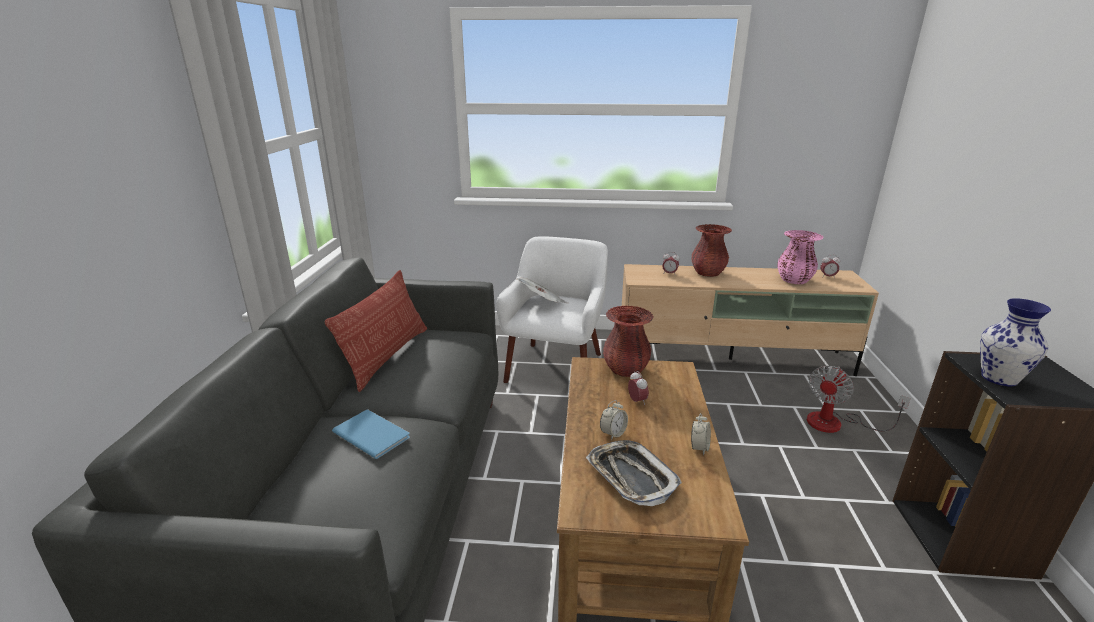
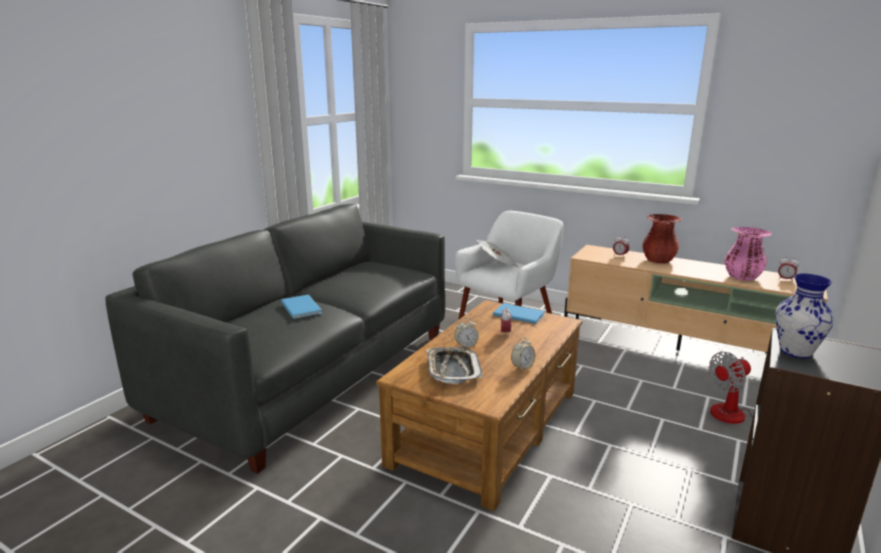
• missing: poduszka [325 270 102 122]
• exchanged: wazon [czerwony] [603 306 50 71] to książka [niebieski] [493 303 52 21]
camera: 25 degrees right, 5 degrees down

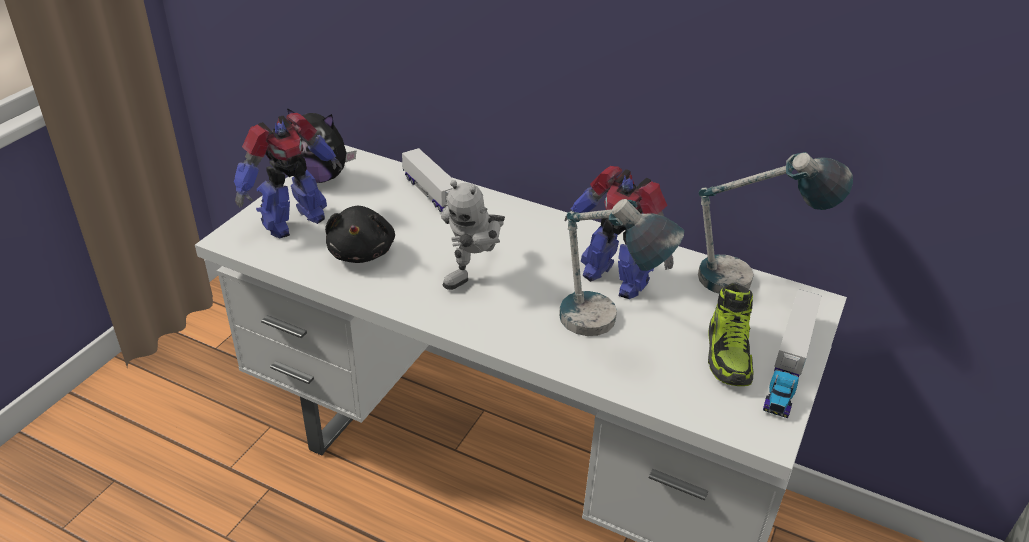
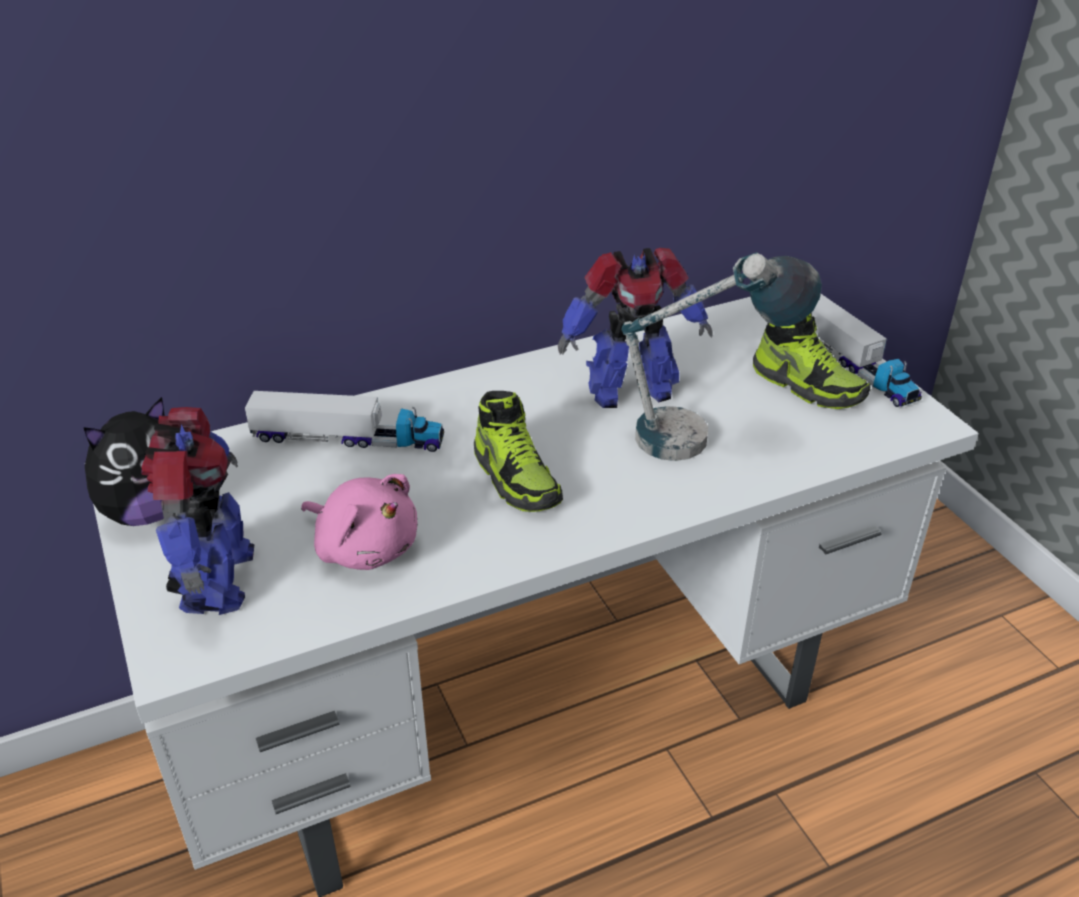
• missing: lampa stołowa [698 152 155 142]
• exchanged: robot zabawkowy [441 180 64 110] to but [474 391 89 121]
• colour: pluszak [czarny] [325 206 70 57] to pluszak [różowy] [301 474 117 96]
camera: 50 degrees left, 0 degrees up

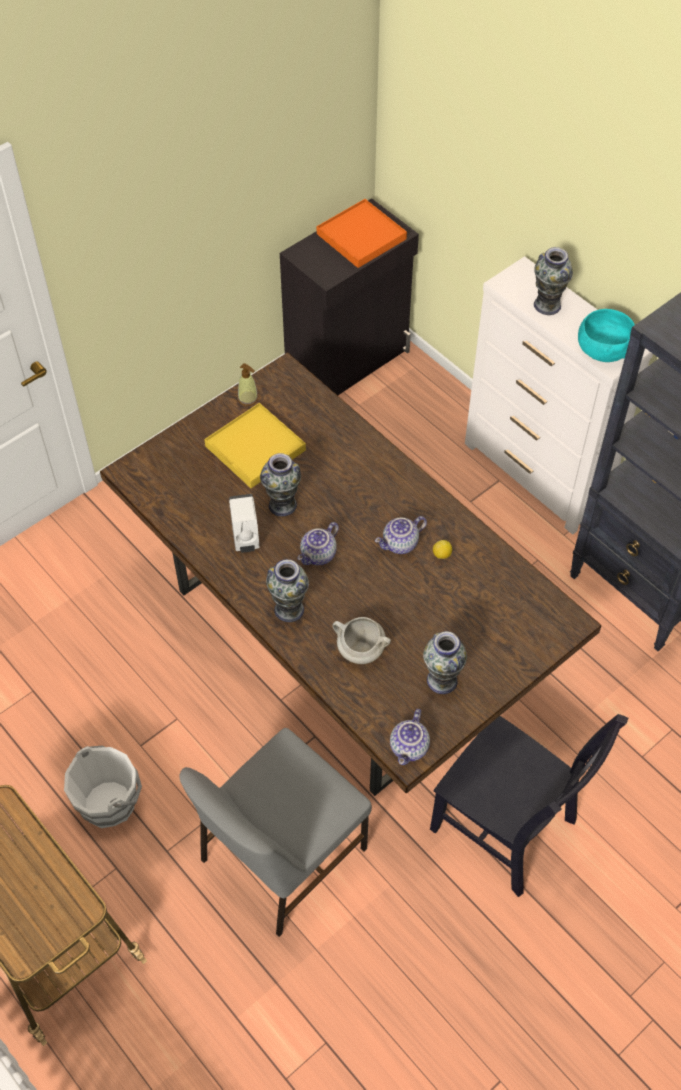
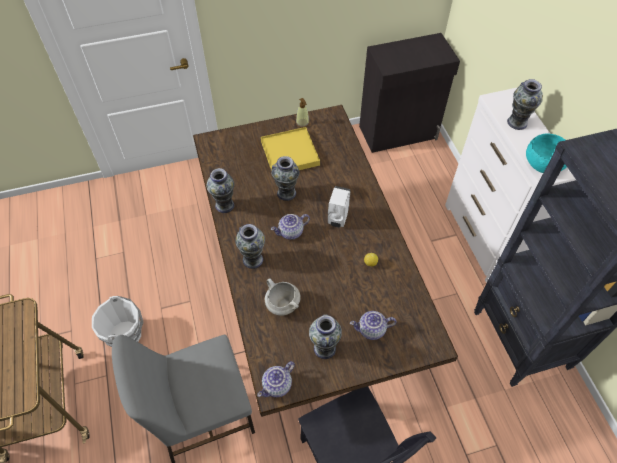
• missing: taca [pomarańczowy] [317 199 90 69]
• relocated: dozownik mydła [biały] [229 494 30 58] to [328 186 23 42]
• relocated: imbryk [375 516 52 38] to [350 311 47 29]
• appeared: wazon [207 168 27 45]
camera: 25 degrees right, 0 degrees up

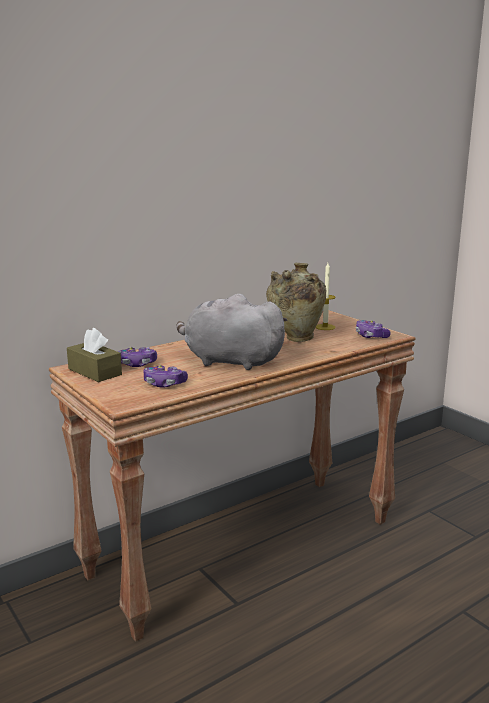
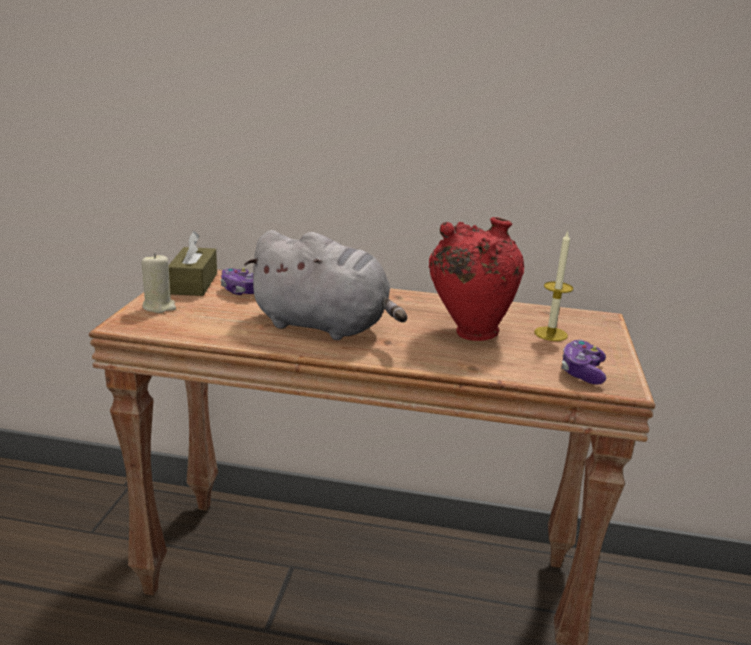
• colour: wazon [beżowy] [266 263 60 79] to wazon [czerwony] [429 217 95 124]
• spun: pluszak [szary] [176 294 111 76] = [244 230 163 110] 135 degrees clockwise
• missing: pad do gier [143 365 45 23]
• appeared: świeca [beżowy] [141 253 35 60]
camera: 45 degrees right, 5 degrees up

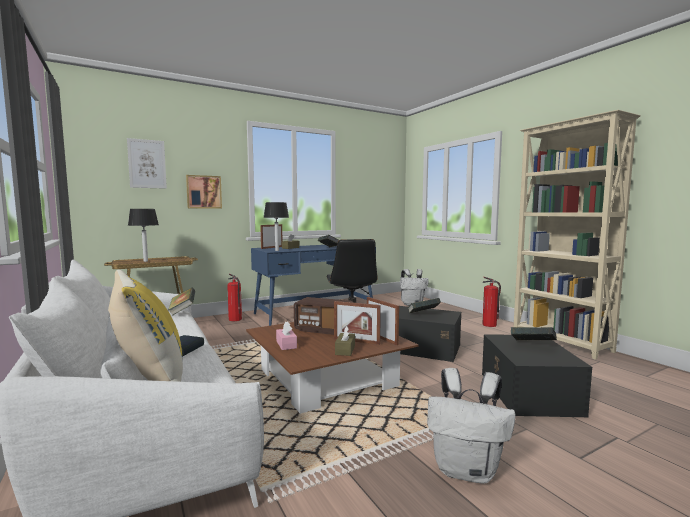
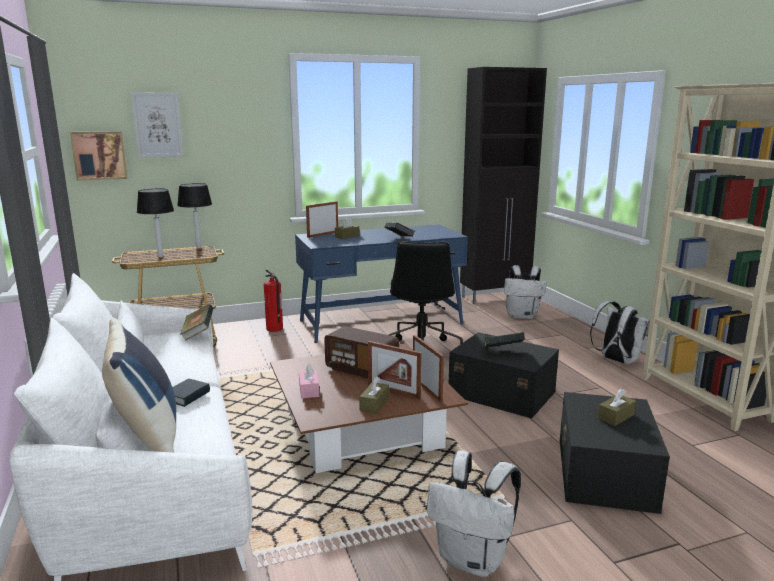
• relocated: obraz [186 175 36 34] to [70 131 58 50]
• relocated: lampa stołowa [263 202 26 49] to [177 183 35 65]
• colour: poduszka [żółty] [108 269 75 113] to poduszka [niebieski] [102 318 74 135]
• exchanged: gaśnica [482 277 19 50] to plecak [biały] [590 301 60 63]
• exchanged: książka [511 327 46 14] to pudełko chusteczek [brązowy] [597 389 39 37]
• appeared: szafka [czarny] [460 67 87 237]
camera: 10 degrees right, 10 degrees up

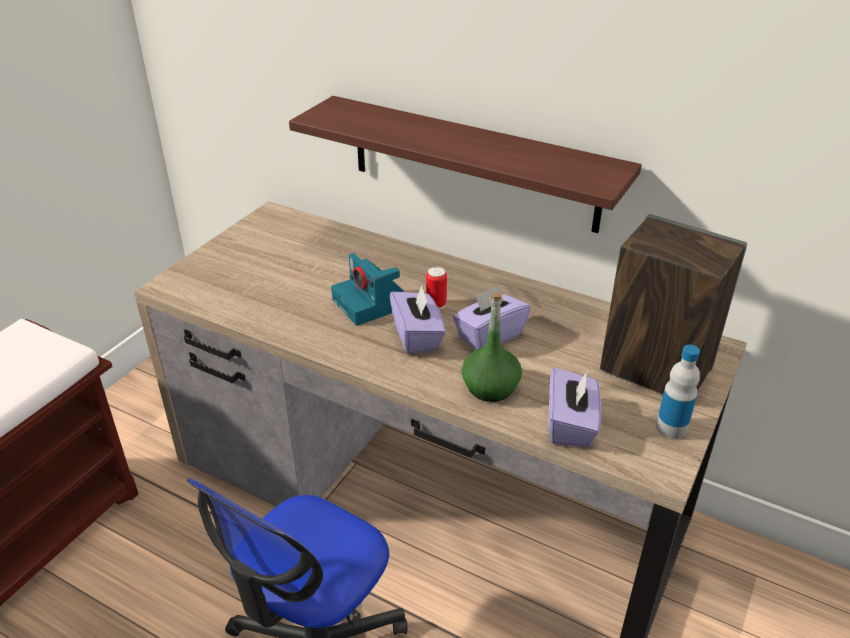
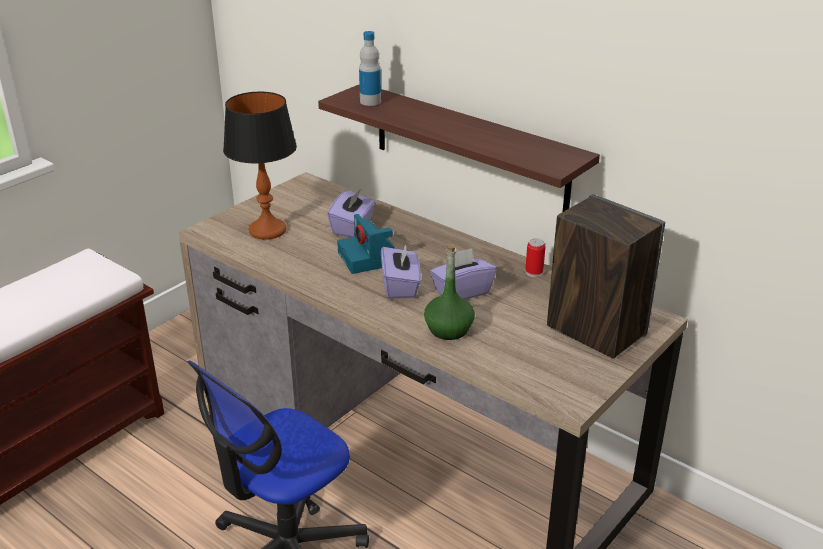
• relocated: puszka [426 267 21 43] to [525 239 21 38]
• relocated: butelka [656 345 44 94] to [359 31 22 75]
• relocated: pudełko chusteczek [fioletowy] [549 368 52 79] to [327 189 48 49]
• appeared: lampa stołowa [223 92 74 148]
camera: 10 degrees right, 5 degrees down

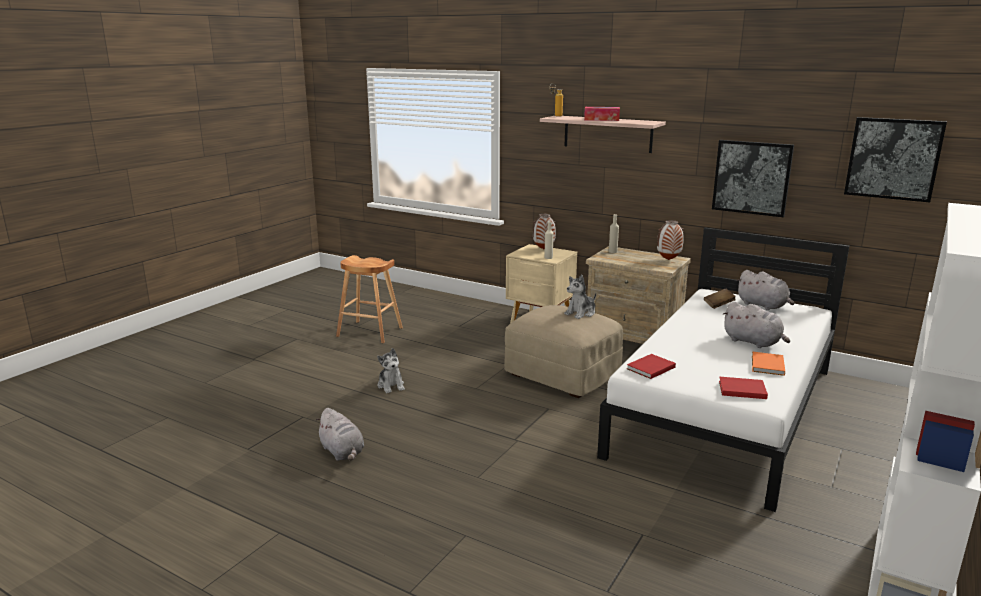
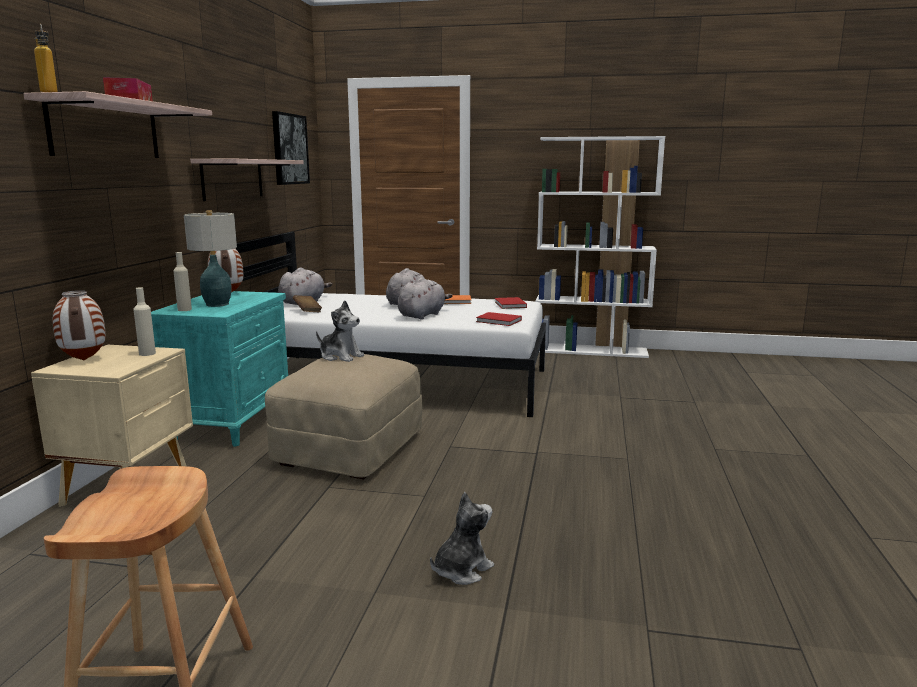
• exchanged: obraz [712 140 82 77] to półka [190 159 114 42]
• colour: szafka nocna [beżowy] [586 246 105 98] to szafka nocna [turkusowy] [151 291 137 155]
• relocated: pluszak [szary] [315 408 49 53] to [398 277 55 43]
• appeared: lampa stołowa [184 210 53 97]
camera: 110 degrees left, 5 degrees down

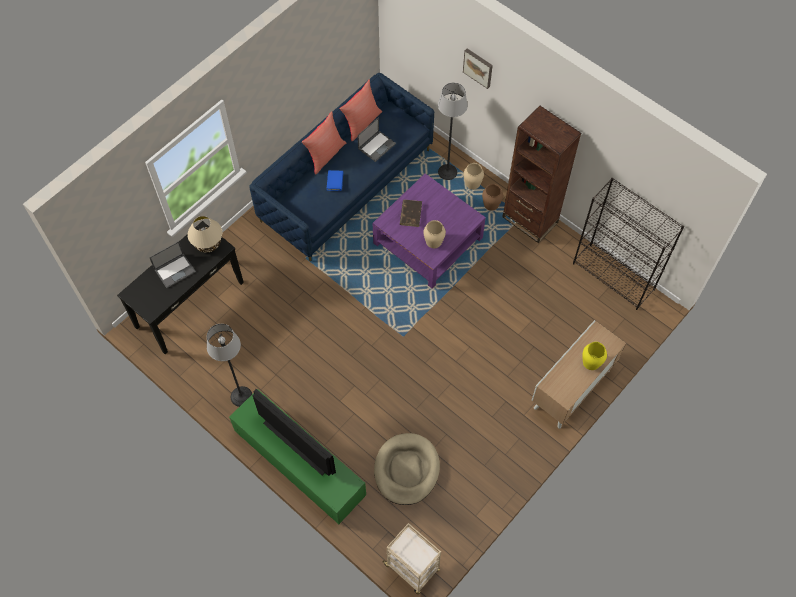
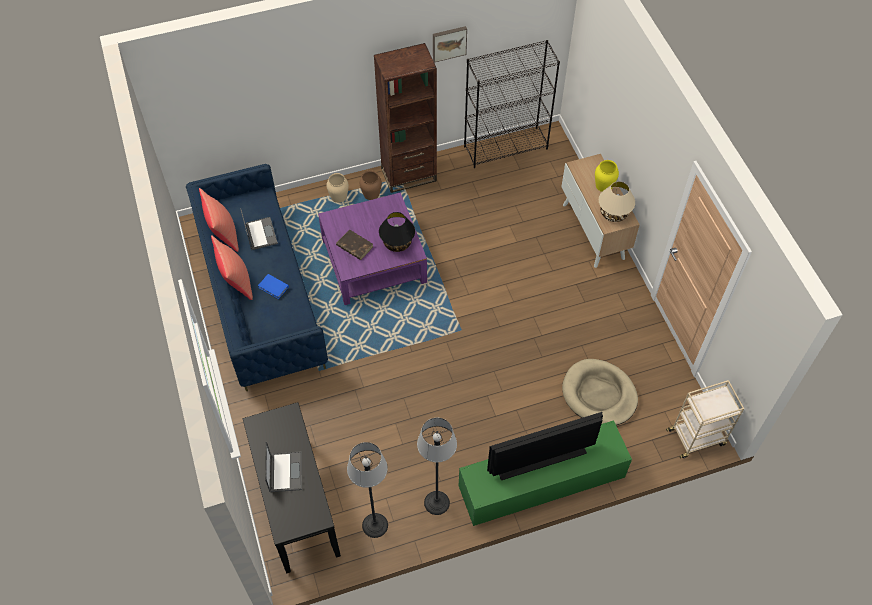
• relocated: obraz [463 48 30 41] to [433 26 34 36]
• relocated: lampa stojąca [438 83 30 97] to [347 442 41 96]
• relocated: lampa stołowa [beżowy] [187 216 35 37] to [599 181 36 41]
• exchanged: wazon [beżowy] [424 220 22 28] to lampa stołowa [czarny] [379 212 36 40]
camera: 60 degrees left, 5 degrees down

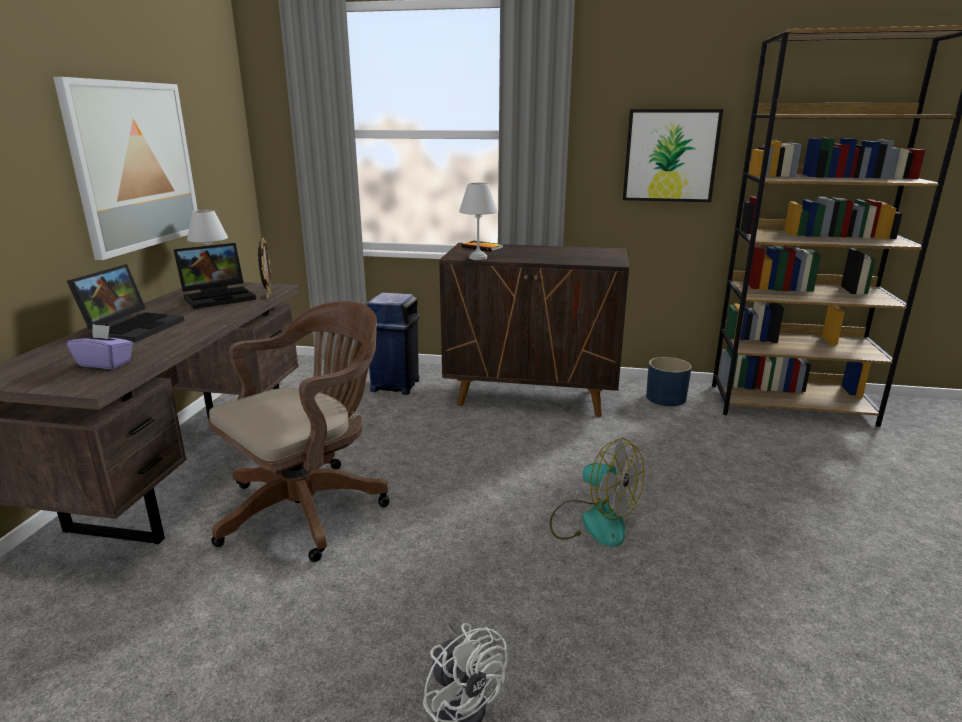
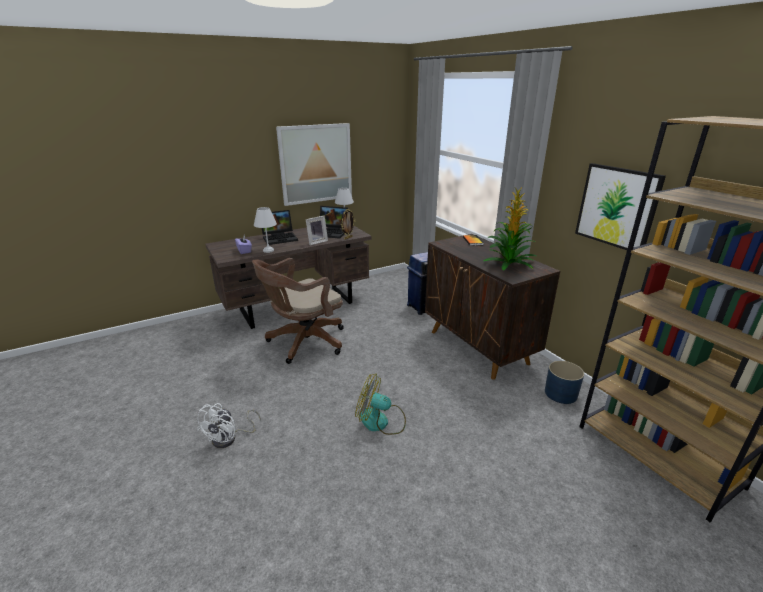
• relocated: lampa stołowa [biały] [459 183 38 77] to [254 207 23 46]
• spun: krzesło biurowe [brązowy] [208 301 182 261] = [252 258 92 106] 135 degrees clockwise
• spun: wentylator [550 438 94 109] = [355 374 51 61] 105 degrees clockwise
• appeared: roślina doniczkowa [484 187 52 84]
• appeared: ramka na zdjęcie [306 216 22 29]
camera: 50 degrees right, 5 degrees up

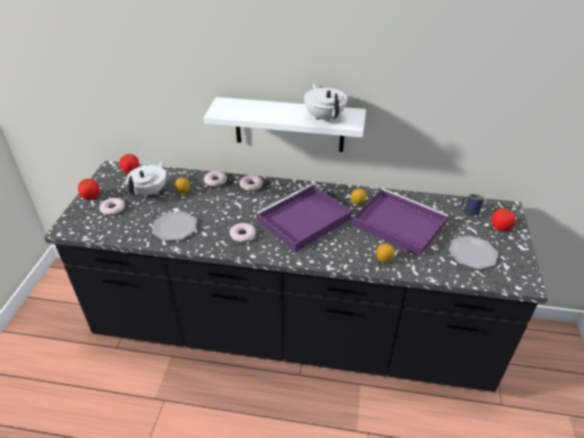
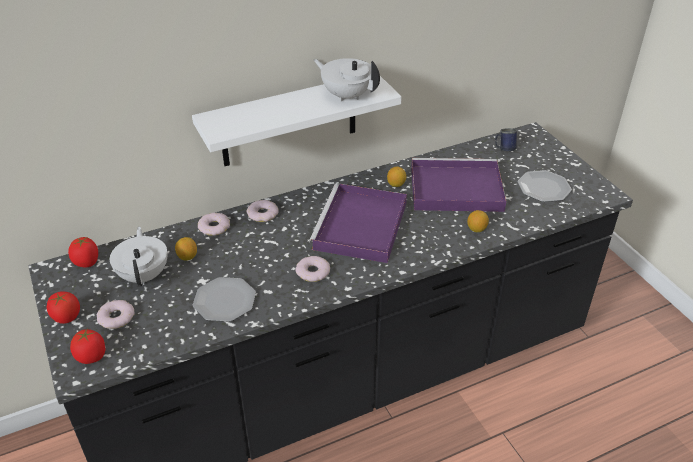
• relocated: pomidor [492 208 23 23] to [70 329 35 35]
camera: 35 degrees left, 0 degrees up

